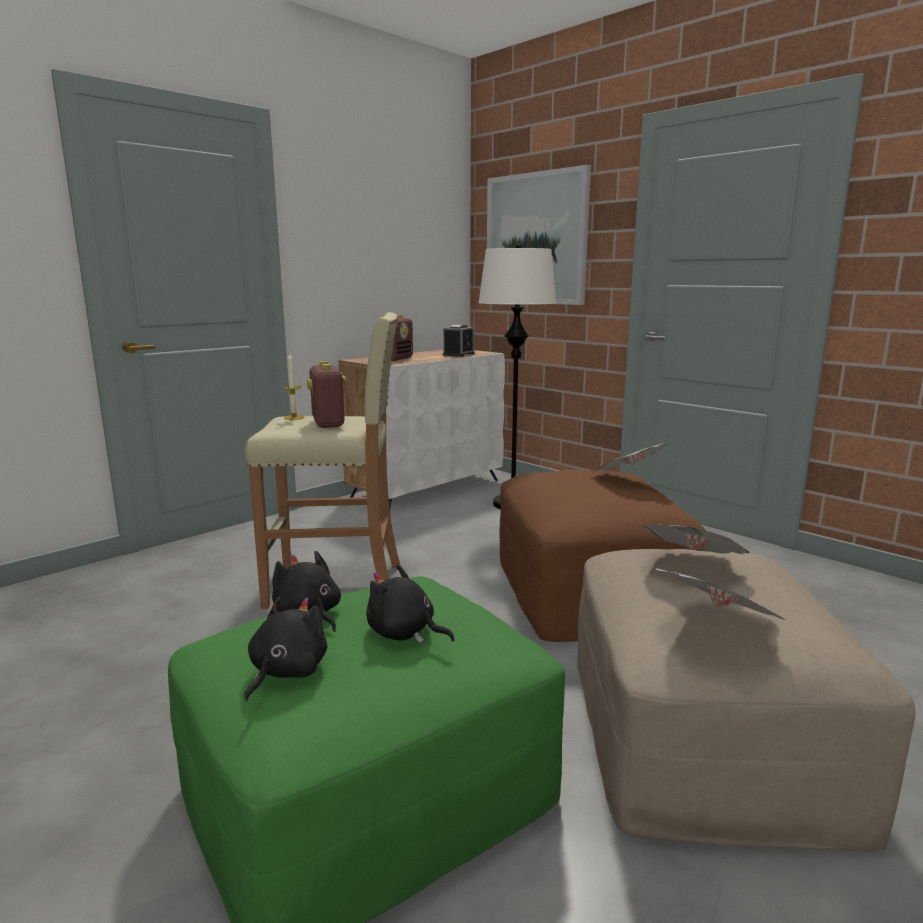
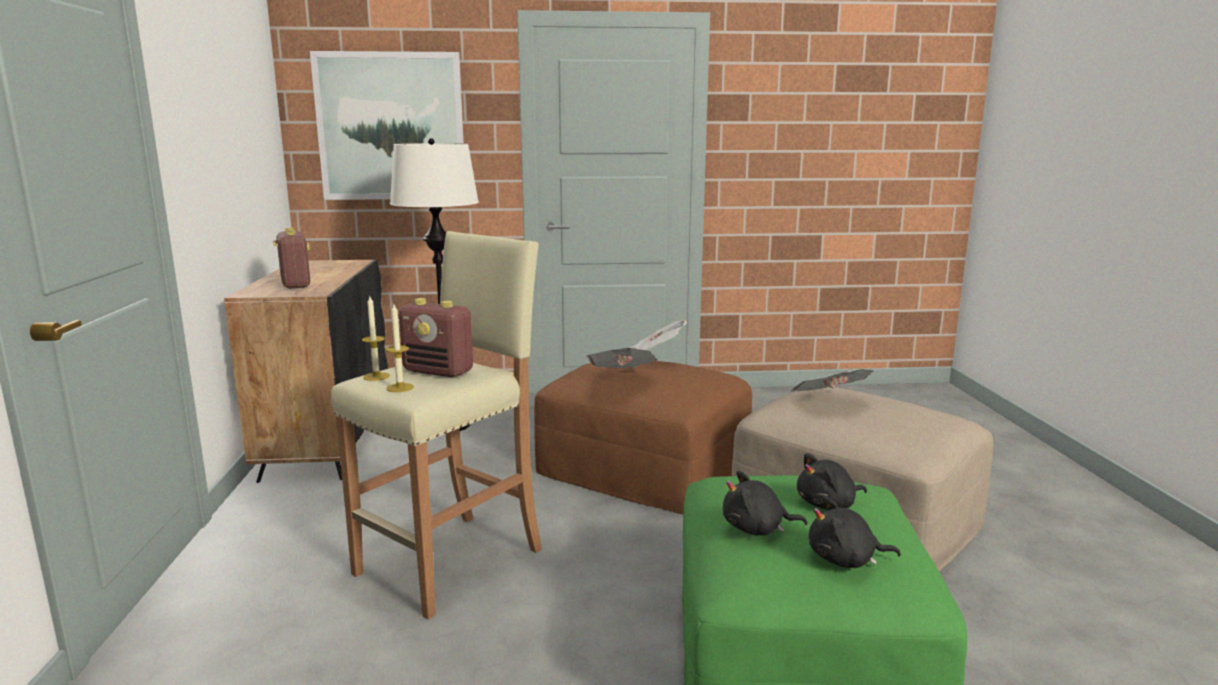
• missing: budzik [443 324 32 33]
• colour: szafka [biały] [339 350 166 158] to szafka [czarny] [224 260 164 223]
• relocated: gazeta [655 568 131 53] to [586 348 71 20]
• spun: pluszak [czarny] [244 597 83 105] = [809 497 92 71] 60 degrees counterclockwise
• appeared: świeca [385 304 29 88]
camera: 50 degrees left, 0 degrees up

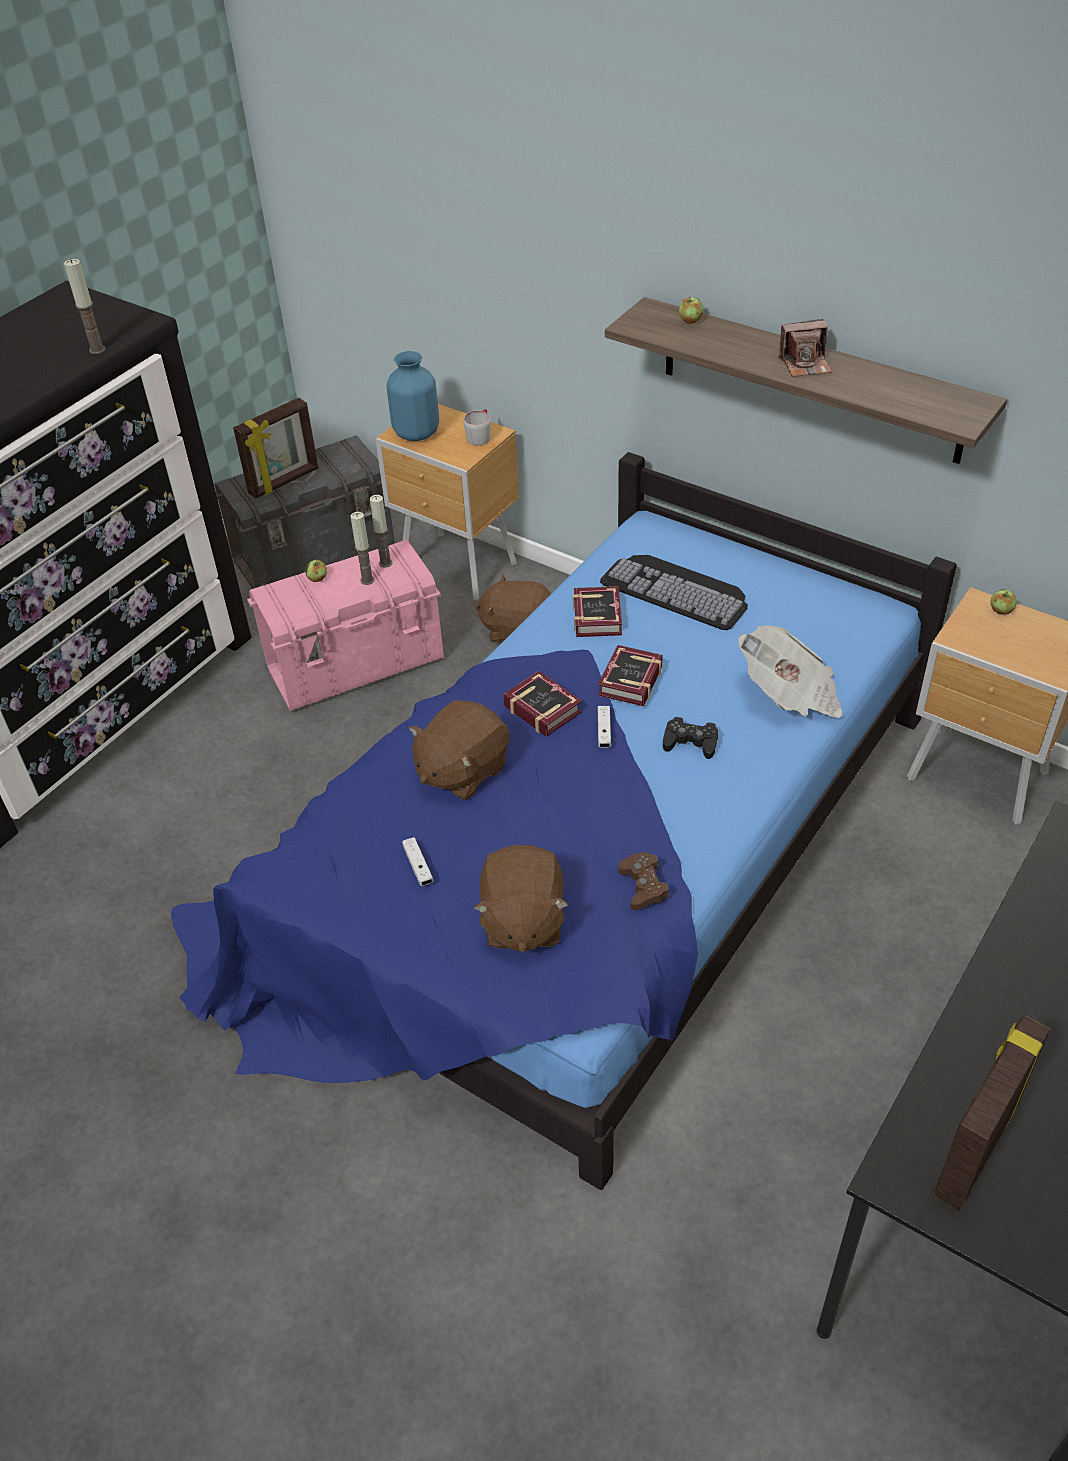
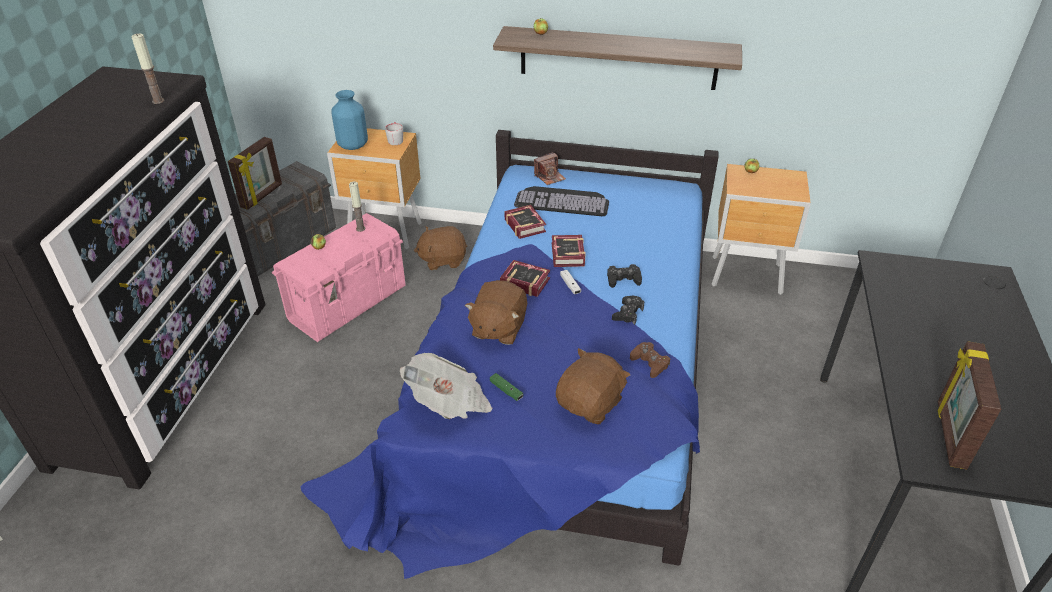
• relocated: aparat fotograficzny [778 319 54 58] to [534 152 32 33]
• missing: świeca [350 512 24 73]
• relocated: gazeta [738 625 105 93] to [400 353 93 66]
• colour: pad do gier [biały] [402 837 31 49] to pad do gier [zielony] [490 373 33 28]
• spun: pluszak [brązowy] [474 845 95 108] = [556 348 74 76] 120 degrees counterclockwise
• appeared: pad do gier [czarny] [612 296 32 29]
camera: 25 degrees left, 5 degrees down

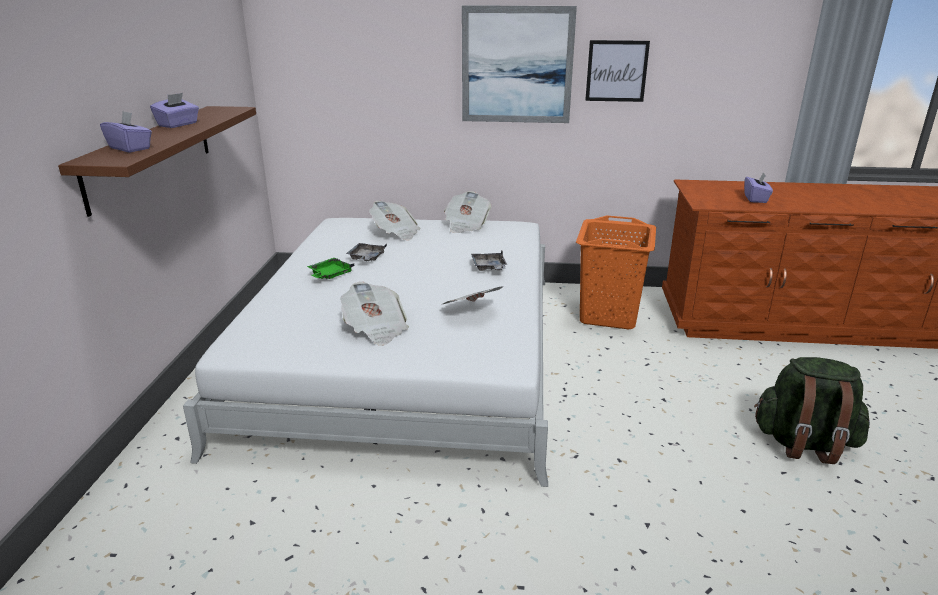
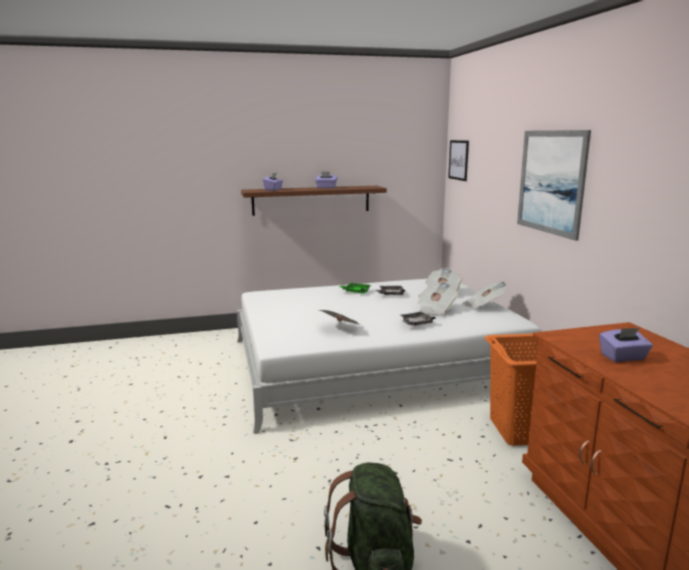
• relocated: obraz [585 40 65 62] to [448 140 21 41]
• relocated: gazeta [340 282 69 64] to [418 282 41 33]
camera: 70 degrees right, 10 degrees down

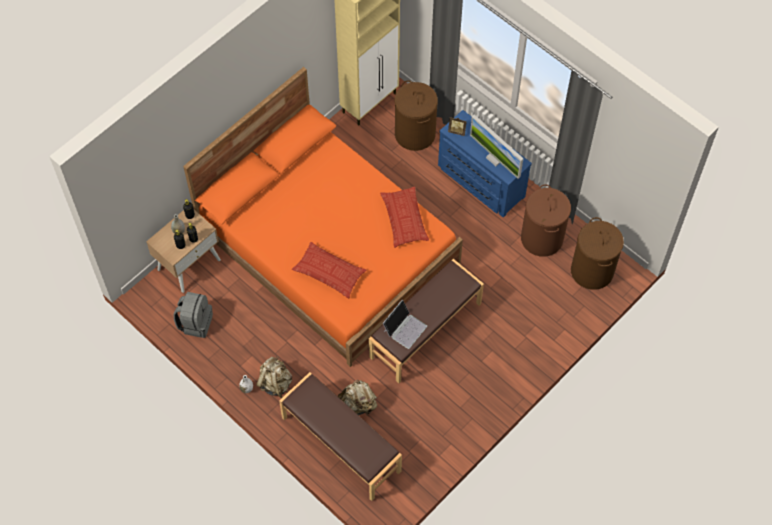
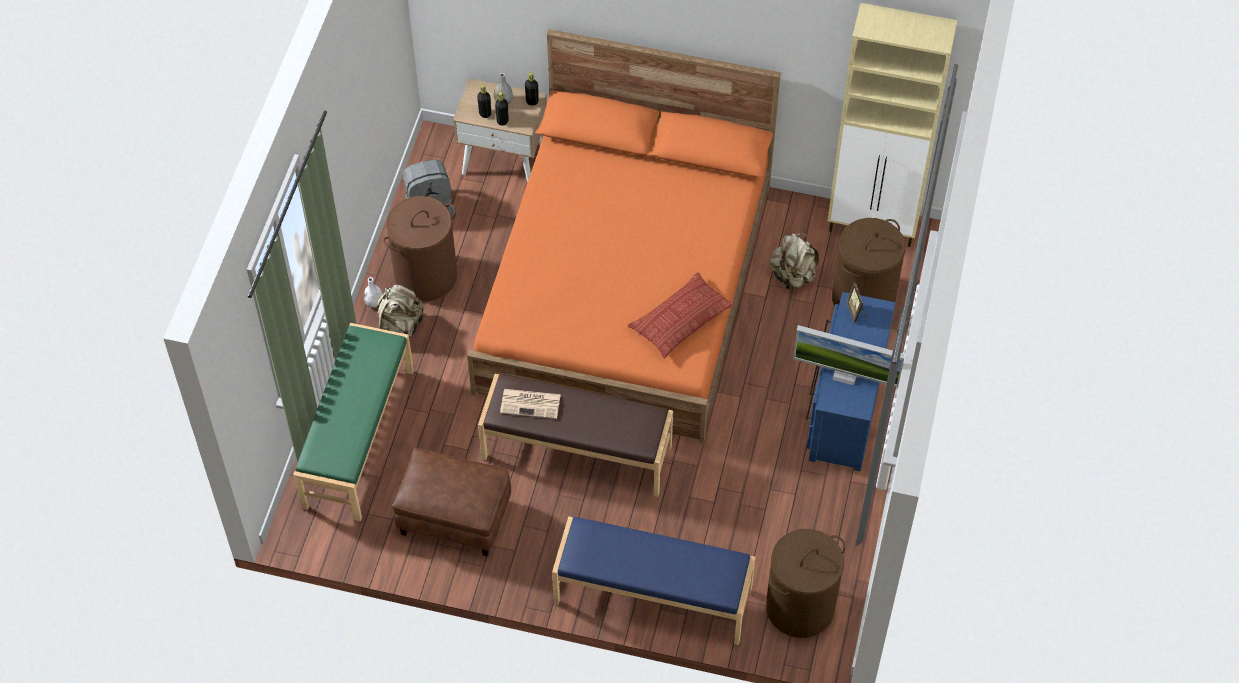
• spun: monitor [470 114 53 65] = [793 325 112 62] 90 degrees counterclockwise
• relocated: kosz na pranie [brązowy] [521 184 50 73] to [383 196 74 105]
• missing: poduszka [292 242 74 56]
• exchanged: laptop [383 300 44 49] to gazeta [500 389 61 30]
• colour: ławka [brązowy] [279 372 123 129] to ławka [zielony] [293 323 121 199]
• relocated: plecak [beżowy] [338 380 39 35] to [770 233 49 57]
• appeared: pufa [brązowy] [392 448 119 108]
• appeared: ławka [niebieski] [552 516 203 129]
camera: 60 degrees right, 5 degrees down

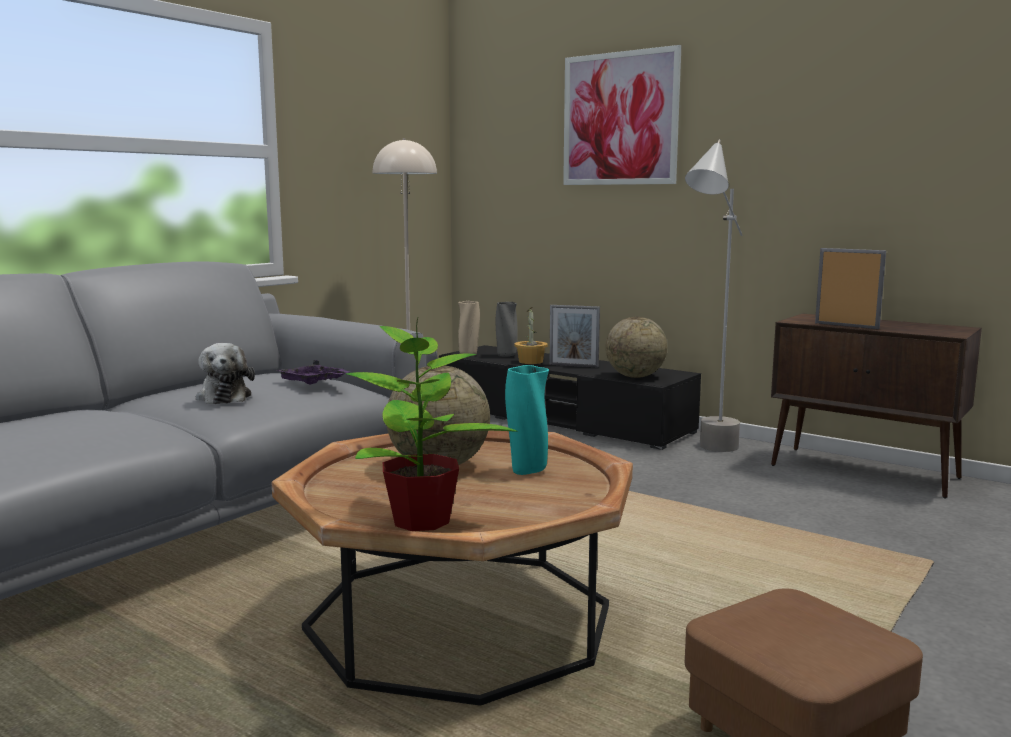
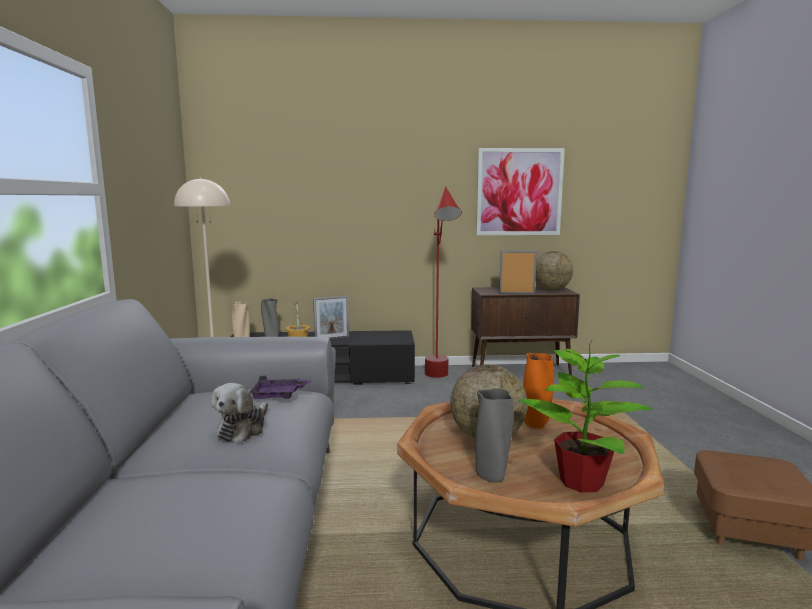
• relocated: obraz [563 45 119 140] to [476 148 89 87]
• colour: lampa stojąca [szary] [685 139 57 313] to lampa stojąca [czerwony] [425 187 36 191]
• relocated: globus [606 317 61 61] to [536 251 37 39]
• spun: pluszak [196 343 59 61] = [211 383 57 60] 75 degrees clockwise
• colour: wazon [turkusowy] [505 365 44 110] to wazon [pomarańczowy] [523 353 31 76]
• appeared: wazon [szary] [476 389 37 93]
camera: 40 degrees left, 0 degrees up

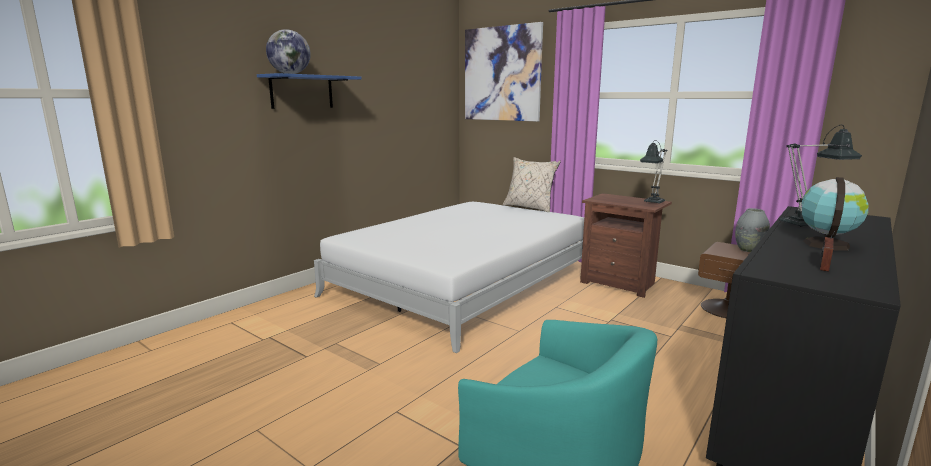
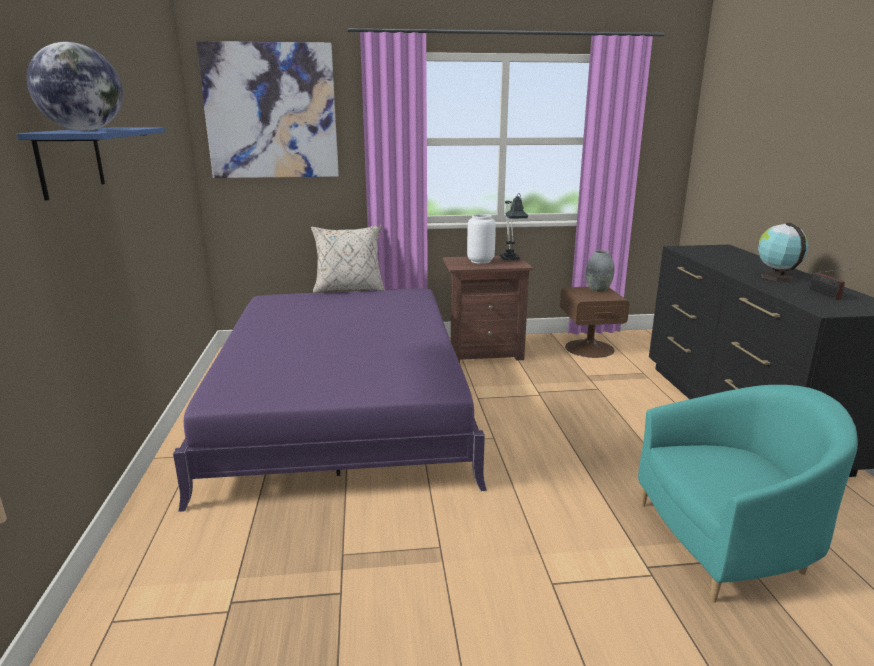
• missing: lampa stołowa [779 125 83 102]
• colour: łóżko [biały] [314 202 270 151] to łóżko [fioletowy] [173 288 314 224]
• appeared: wazon [biały] [467 214 29 50]
camera: 45 degrees left, 5 degrees up

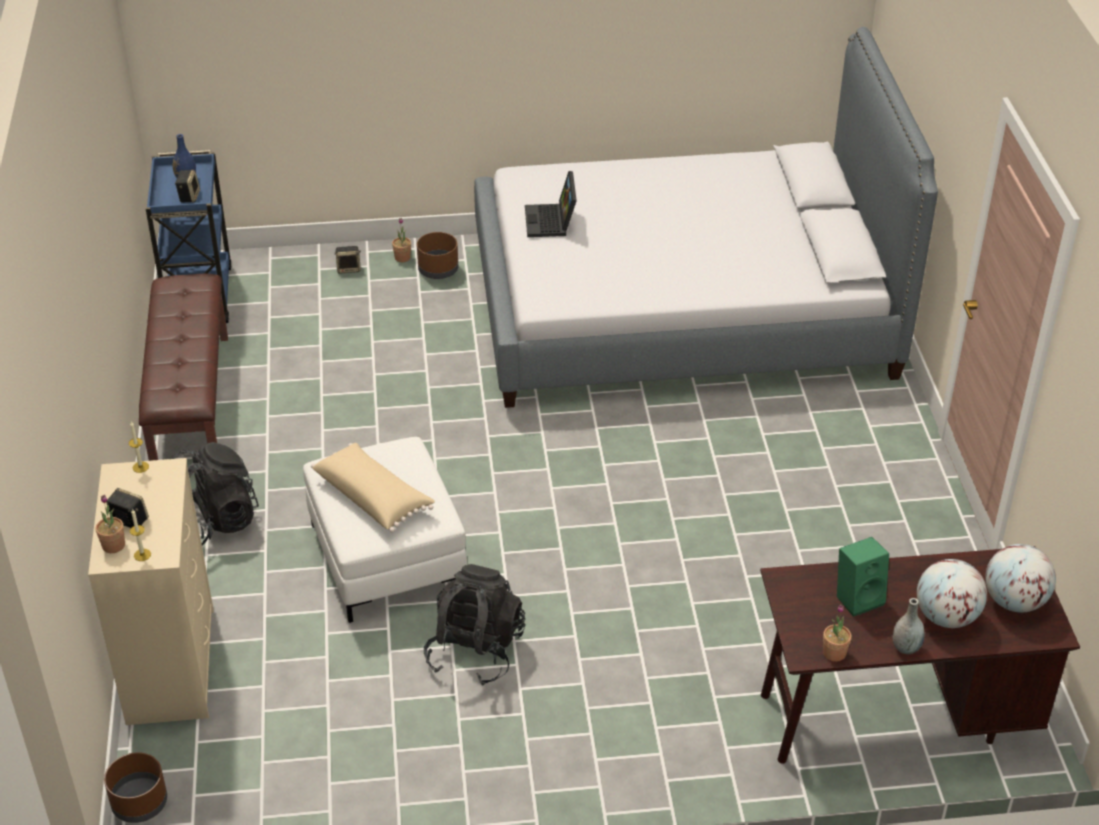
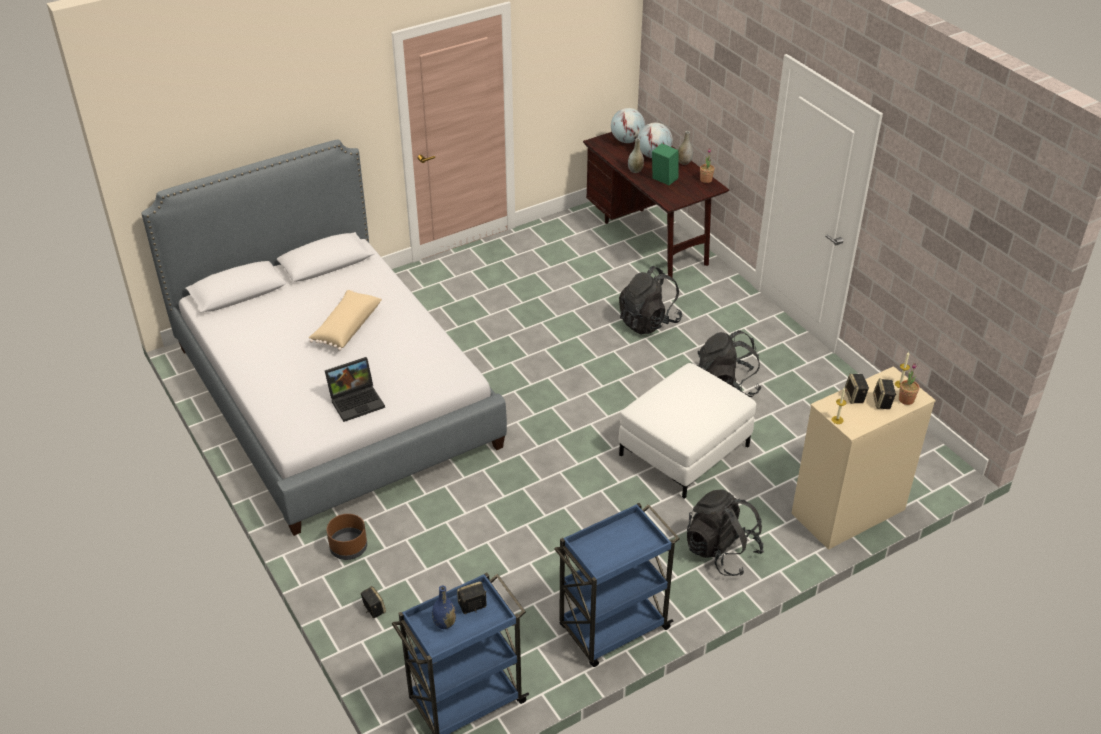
• missing: roślina doniczkowa [392 218 19 44]
• exchanged: ławka [brązowy] [139 274 89 187] to wózek [niebieski] [554 503 126 164]
• relocated: poduszka [beżowy] [311 443 124 89] to [309 290 73 61]
• missing: donica [brązowy] [104 752 63 71]
• appeared: wazon [szary] [628 138 16 35]
• appeared: plecak [czarny] [619 266 63 69]
• appeared: głośnik [845 374 24 30]
camera: 115 degrees left, 0 degrees up

